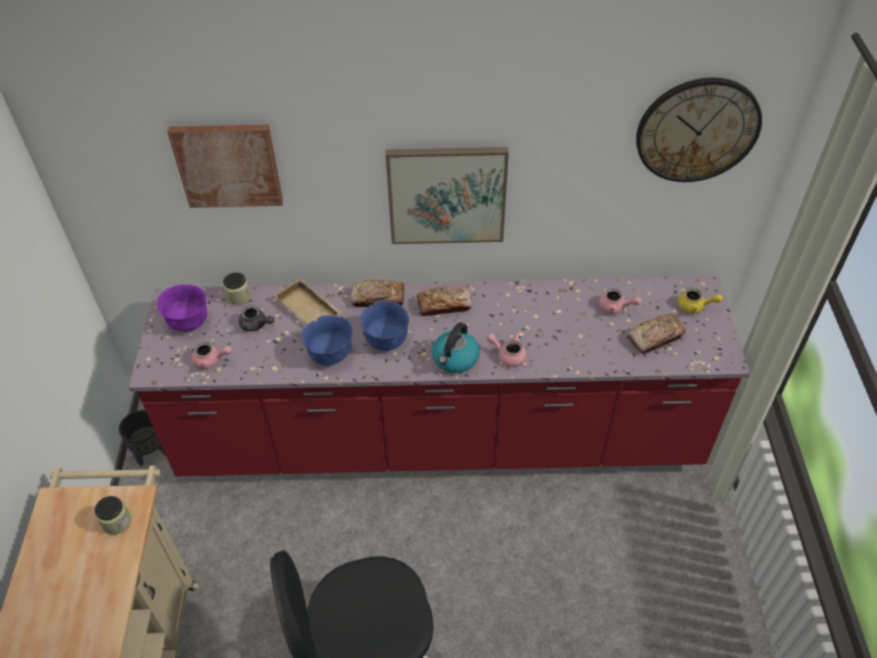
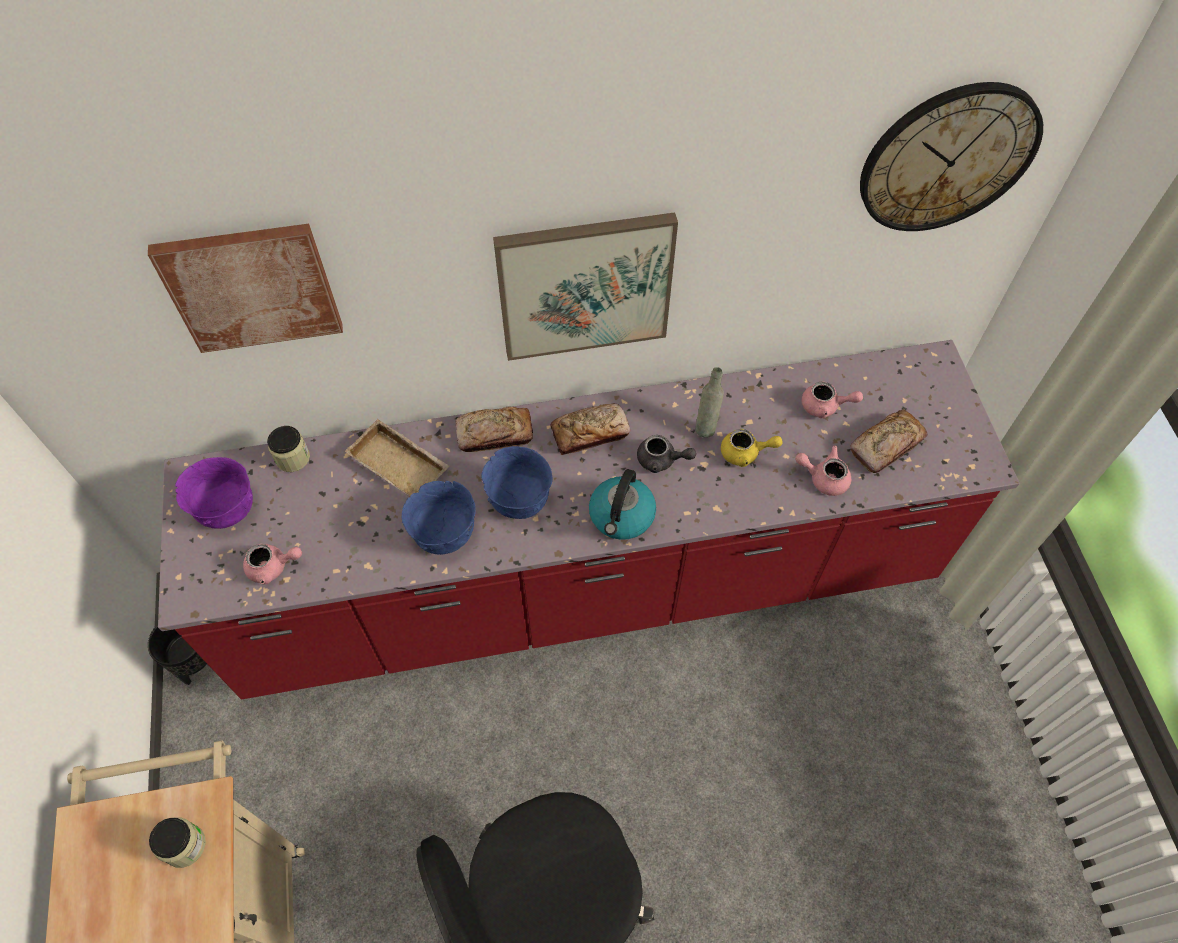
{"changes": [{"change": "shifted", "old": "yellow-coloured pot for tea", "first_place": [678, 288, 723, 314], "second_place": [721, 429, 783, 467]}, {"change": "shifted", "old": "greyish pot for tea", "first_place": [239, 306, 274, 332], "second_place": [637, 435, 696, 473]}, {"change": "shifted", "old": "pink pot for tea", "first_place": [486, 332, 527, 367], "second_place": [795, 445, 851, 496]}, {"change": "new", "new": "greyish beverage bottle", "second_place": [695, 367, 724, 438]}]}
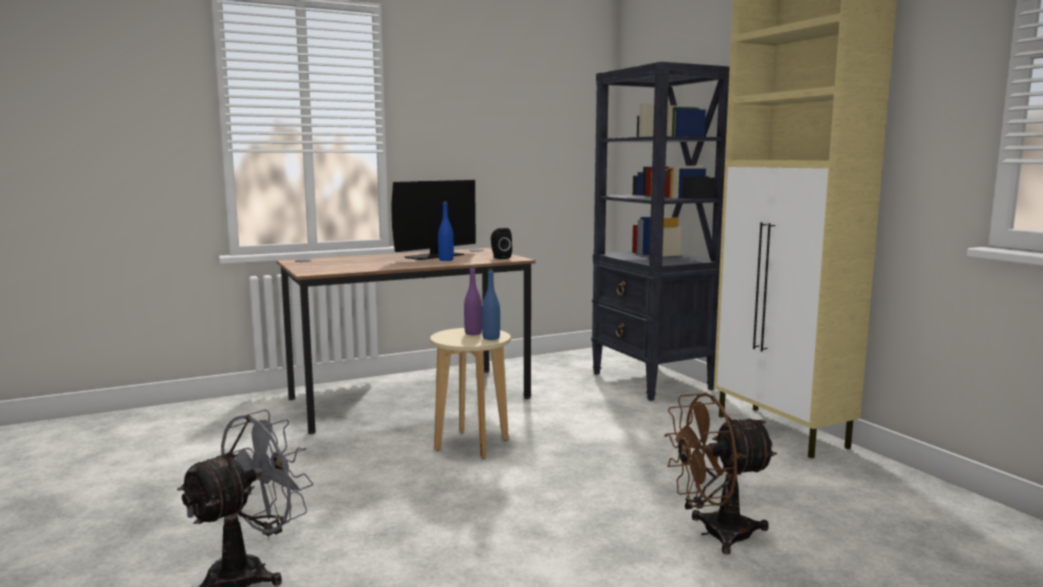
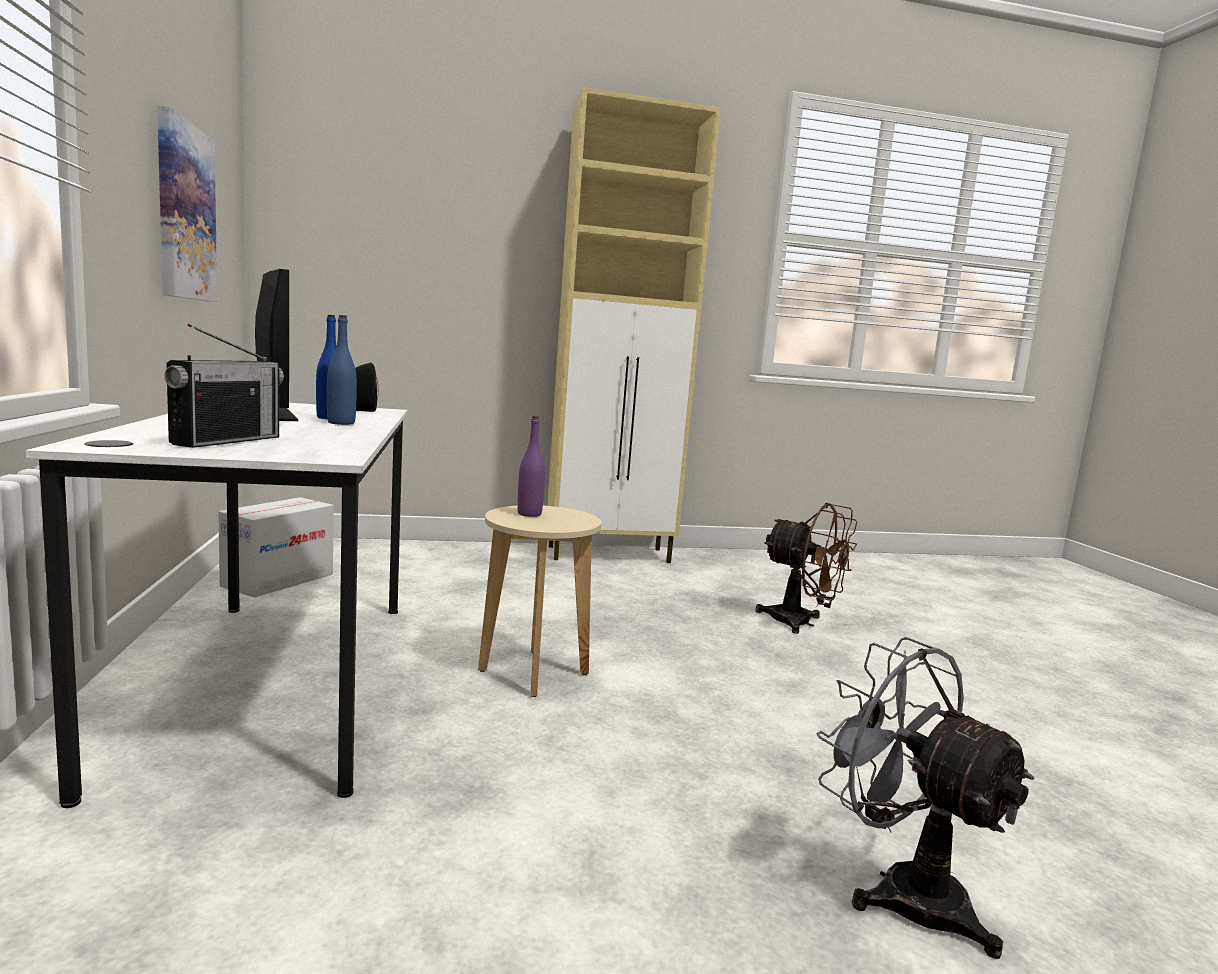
{"changes": [{"change": "gone", "old": "blackish bookshelf", "first_place": [591, 62, 730, 401]}, {"change": "repainted", "old": "brown-coloured desk unit", "new": "white desk unit", "first_place": [276, 248, 536, 434], "second_place": [25, 403, 408, 808]}, {"change": "shifted", "old": "blue beverage bottle", "first_place": [482, 269, 500, 340], "second_place": [327, 315, 357, 425]}, {"change": "rotated", "old": "brown-coloured fan", "first_place": [664, 393, 777, 554], "second_place": [755, 503, 857, 634], "degrees": -60}, {"change": "new", "new": "wall art", "second_place": [157, 105, 217, 302]}, {"change": "new", "new": "radio", "second_place": [164, 324, 284, 448]}, {"change": "new", "new": "cardboard box", "second_place": [218, 497, 334, 598]}]}
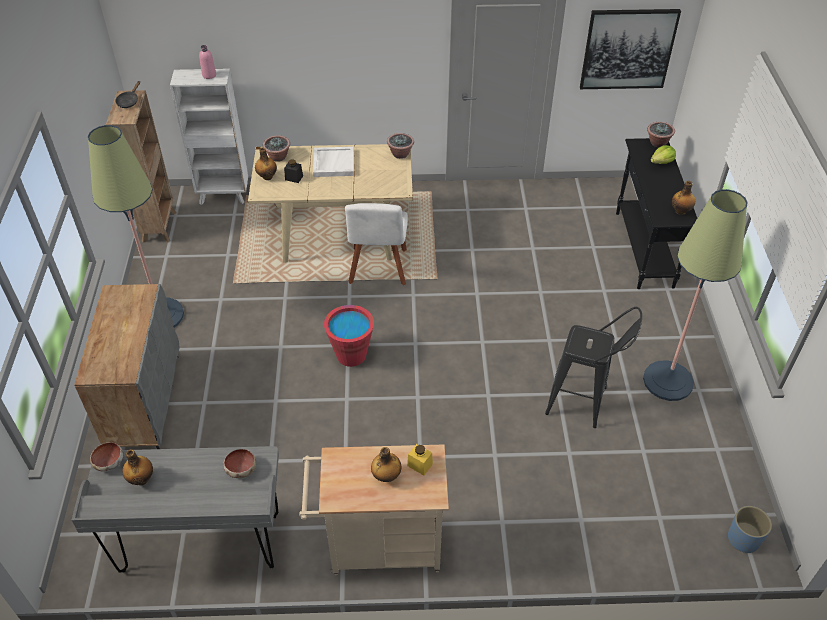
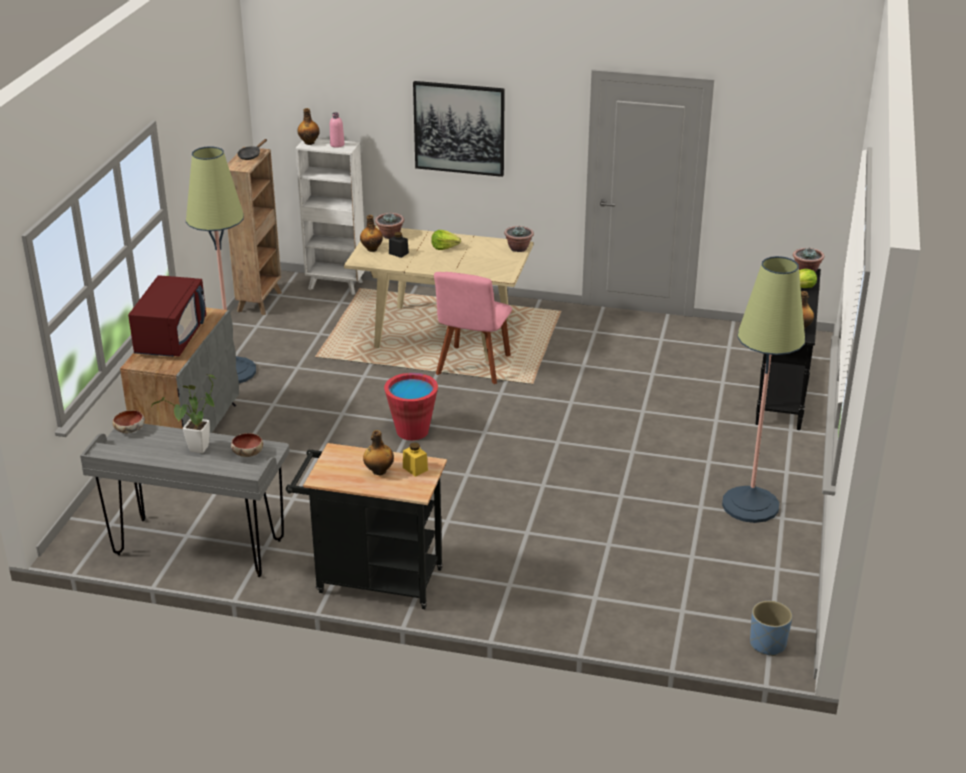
{"changes": [{"change": "shifted", "old": "wall art", "first_place": [580, 9, 681, 89], "second_place": [413, 81, 505, 177]}, {"change": "swapped", "old": "white carrying tray", "new": "lettuce head", "first_place": [313, 147, 354, 177], "second_place": [431, 230, 461, 250]}, {"change": "repainted", "old": "white chair", "new": "pink chair", "first_place": [345, 203, 408, 285], "second_place": [434, 272, 512, 384]}, {"change": "gone", "old": "blackish sitting stool", "first_place": [545, 307, 642, 428]}, {"change": "repainted", "old": "beige trolley", "new": "blackish trolley", "first_place": [299, 445, 449, 575], "second_place": [286, 443, 447, 609]}, {"change": "shifted", "old": "beverage bottle", "first_place": [122, 449, 153, 485], "second_place": [298, 108, 320, 145]}, {"change": "new", "new": "reddish kitchen microwave", "second_place": [128, 275, 206, 357]}, {"change": "new", "new": "houseplant", "second_place": [151, 375, 216, 453]}]}
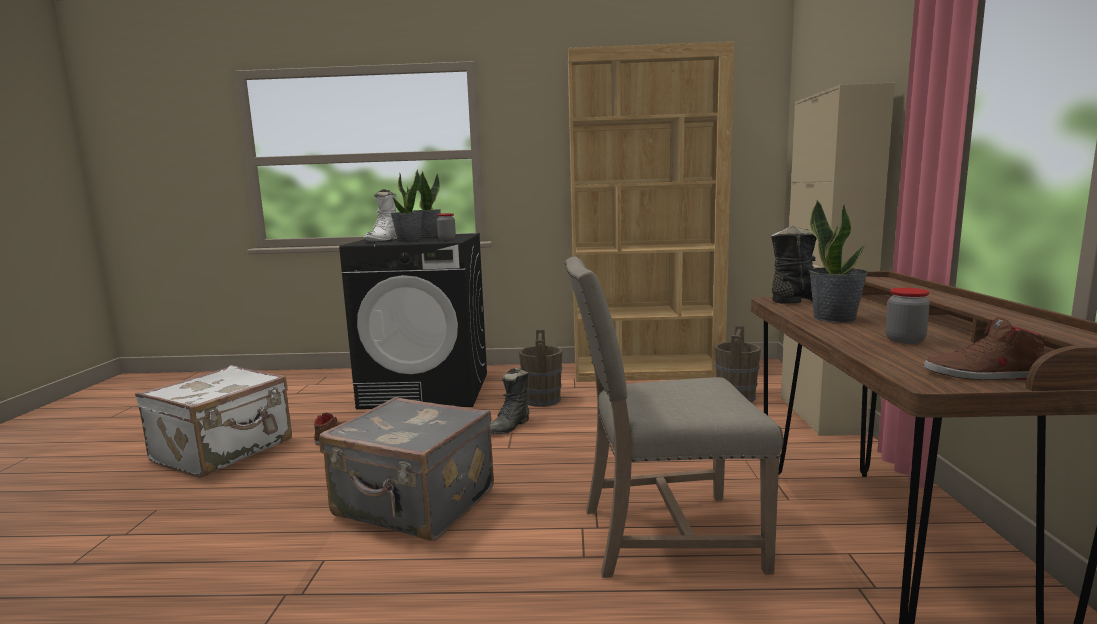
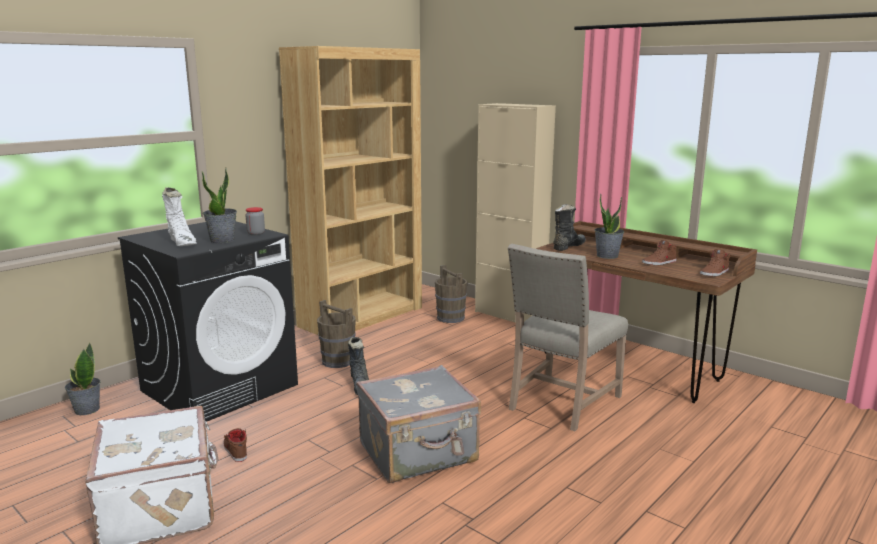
{"changes": [{"change": "shifted", "old": "houseplant", "first_place": [413, 171, 441, 237], "second_place": [65, 343, 101, 415]}, {"change": "swapped", "old": "preserve jar", "new": "brown-coloured shoe", "first_place": [886, 288, 930, 344], "second_place": [642, 240, 677, 265]}]}
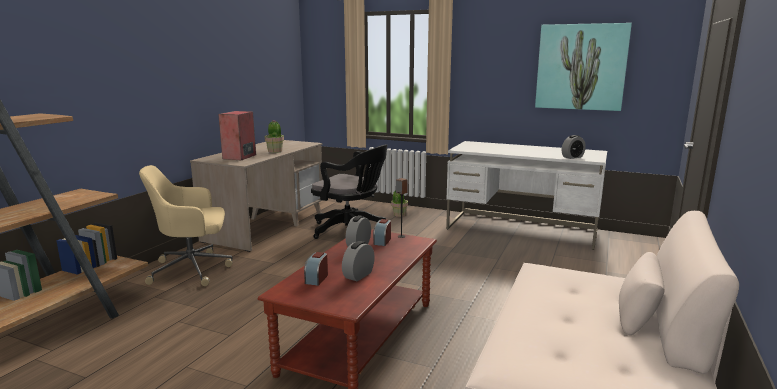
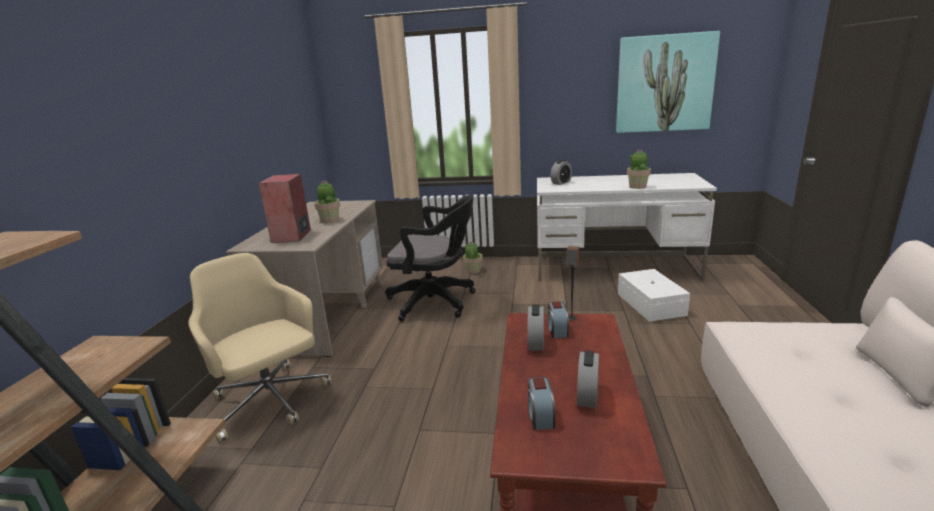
{"changes": [{"change": "shifted", "old": "table clock", "first_place": [562, 135, 586, 159], "second_place": [551, 160, 572, 185]}, {"change": "rotated", "old": "beige desk chair", "first_place": [139, 165, 233, 286], "second_place": [189, 253, 332, 444], "degrees": 75}, {"change": "new", "new": "houseplant", "second_place": [627, 149, 651, 189]}, {"change": "new", "new": "white storage container", "second_place": [618, 269, 690, 322]}]}
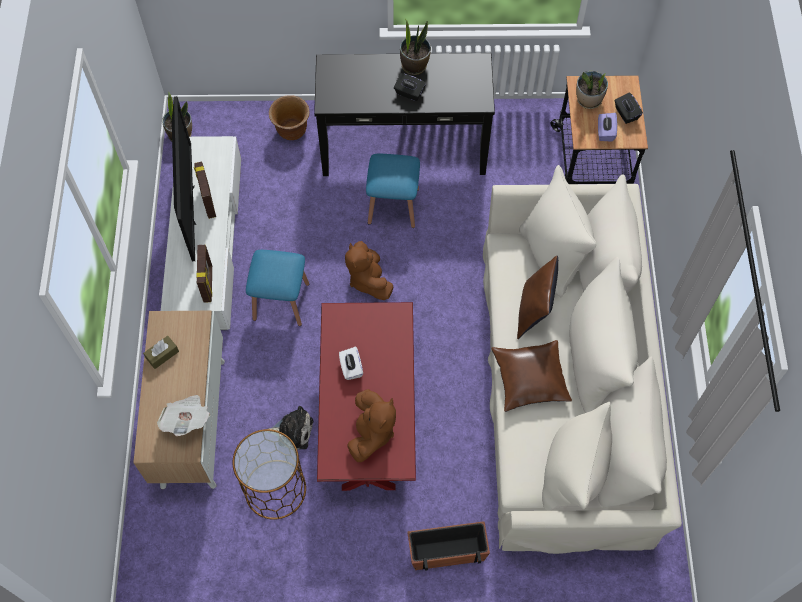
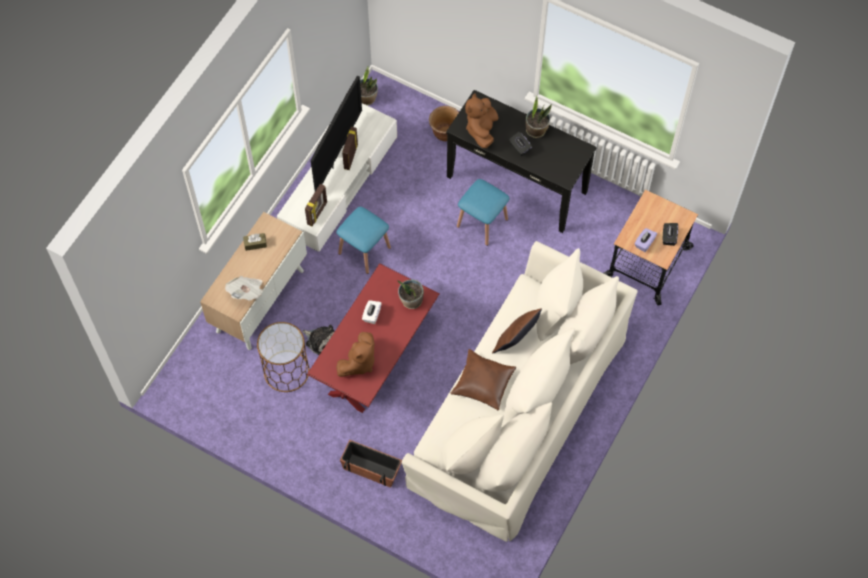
{"changes": [{"change": "shifted", "old": "houseplant", "first_place": [576, 71, 608, 109], "second_place": [398, 279, 424, 309]}, {"change": "shifted", "old": "brown-coloured soft toy", "first_place": [345, 241, 393, 300], "second_place": [465, 93, 499, 148]}]}
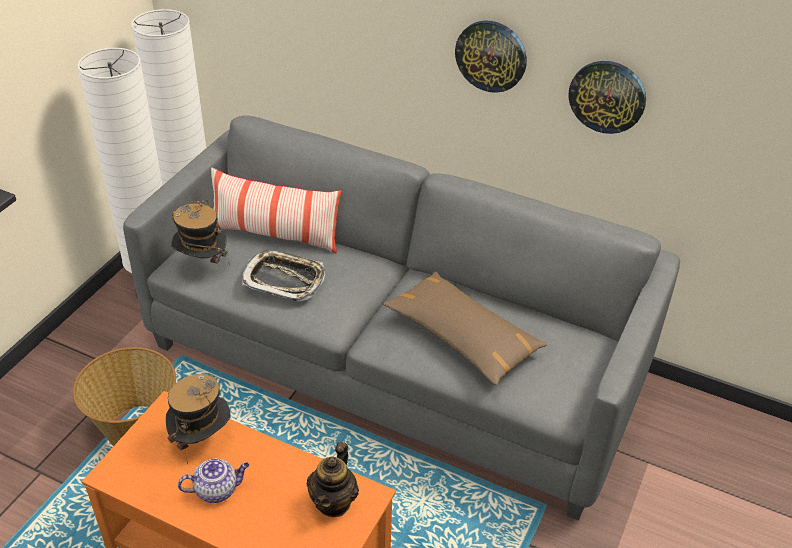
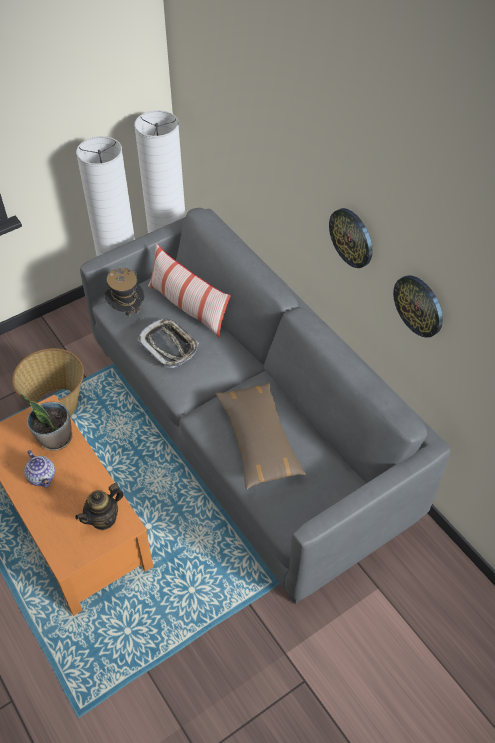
{"changes": [{"change": "swapped", "old": "hat", "new": "houseplant", "first_place": [166, 374, 231, 464], "second_place": [21, 394, 72, 451]}, {"change": "rotated", "old": "pot for tea", "first_place": [178, 459, 249, 503], "second_place": [24, 450, 55, 487], "degrees": 45}]}
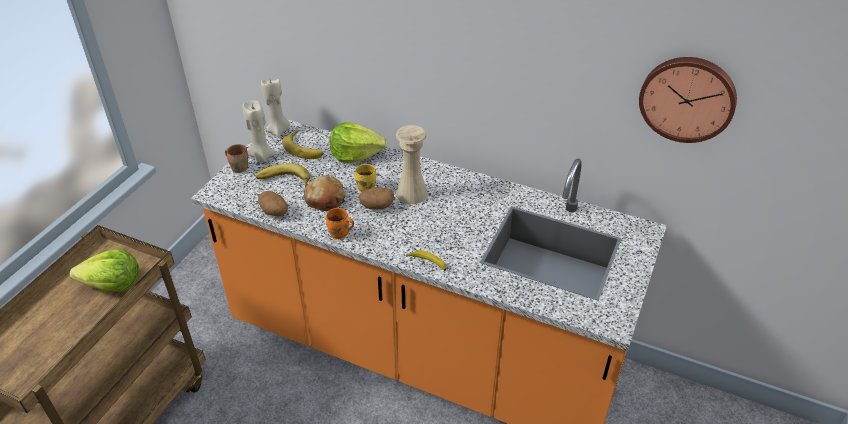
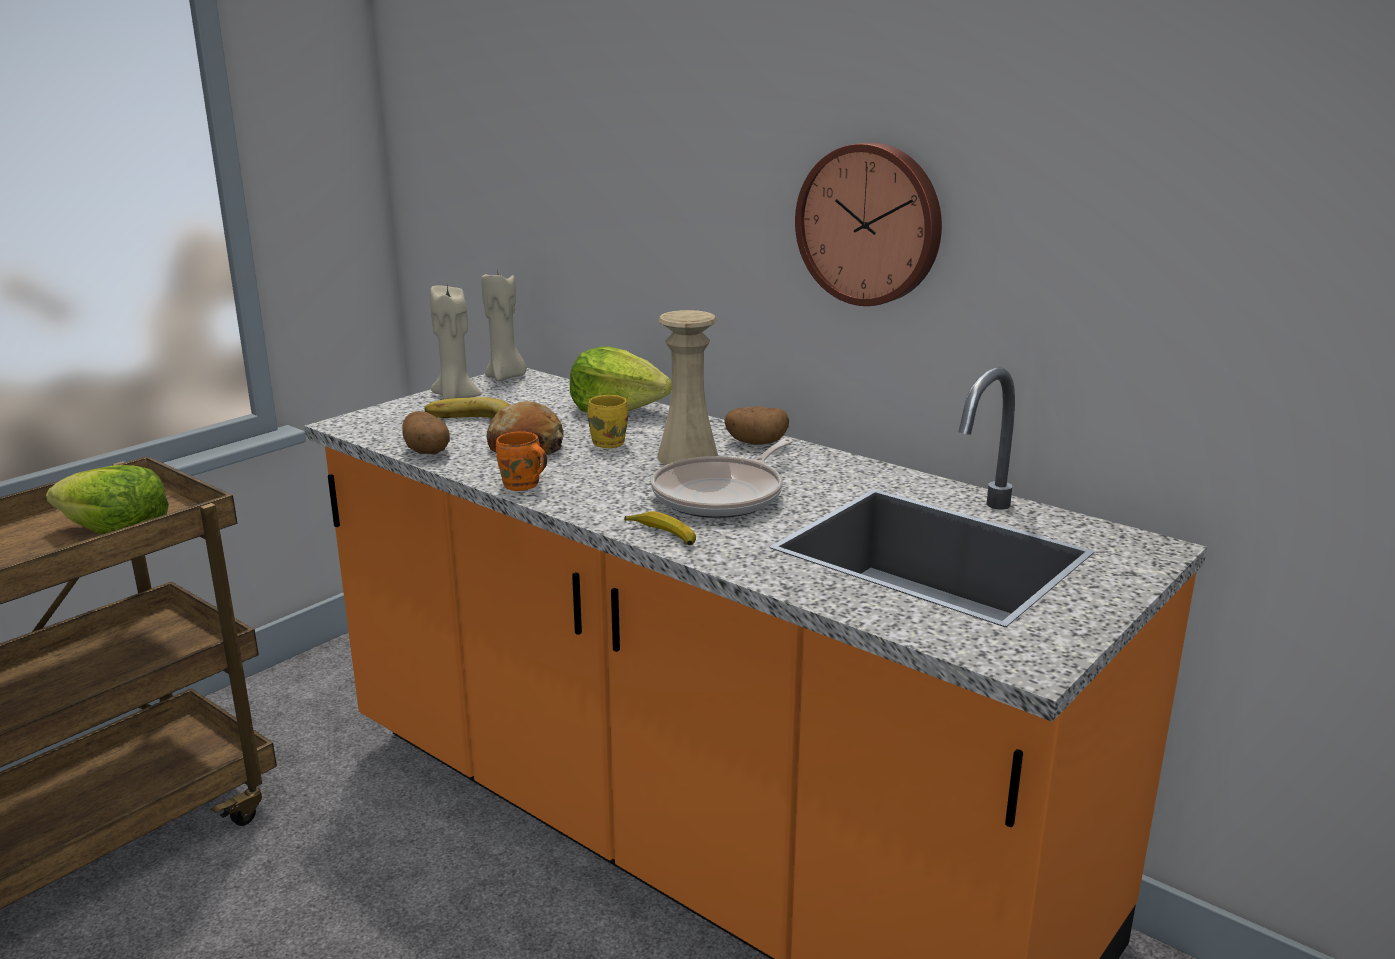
{"changes": [{"change": "shifted", "old": "hanging clock", "first_place": [639, 57, 737, 143], "second_place": [795, 142, 942, 306]}, {"change": "gone", "old": "banana fruit", "first_place": [282, 130, 324, 159]}, {"change": "gone", "old": "brown-coloured mug", "first_place": [225, 144, 248, 173]}, {"change": "shifted", "old": "spud", "first_place": [359, 187, 394, 210], "second_place": [725, 406, 789, 445]}, {"change": "new", "new": "pan", "second_place": [651, 439, 793, 518]}]}
